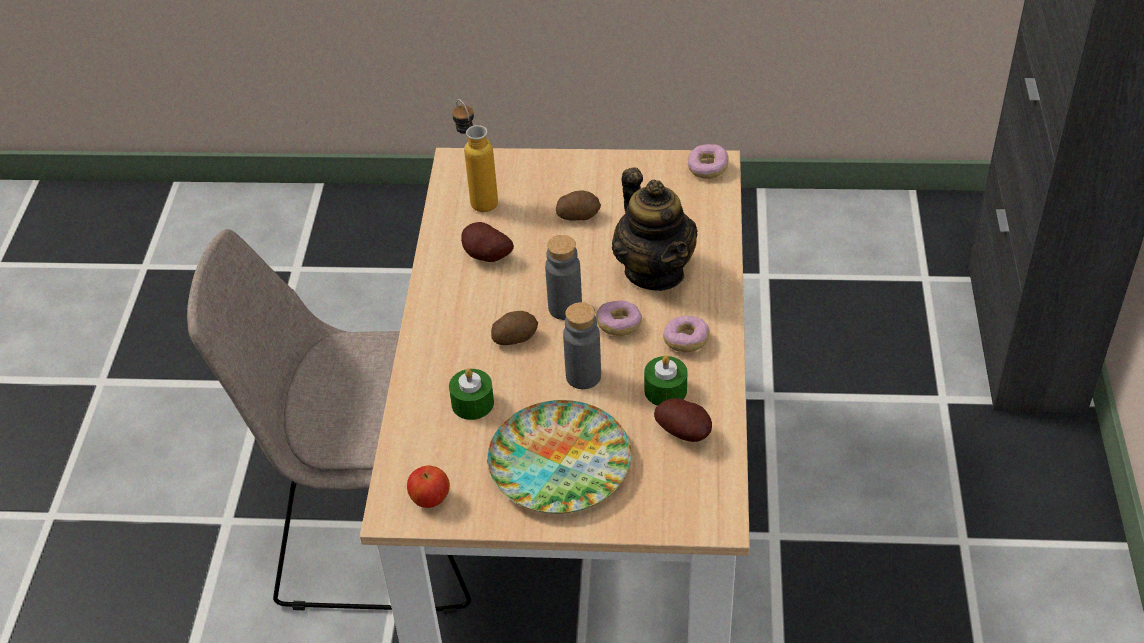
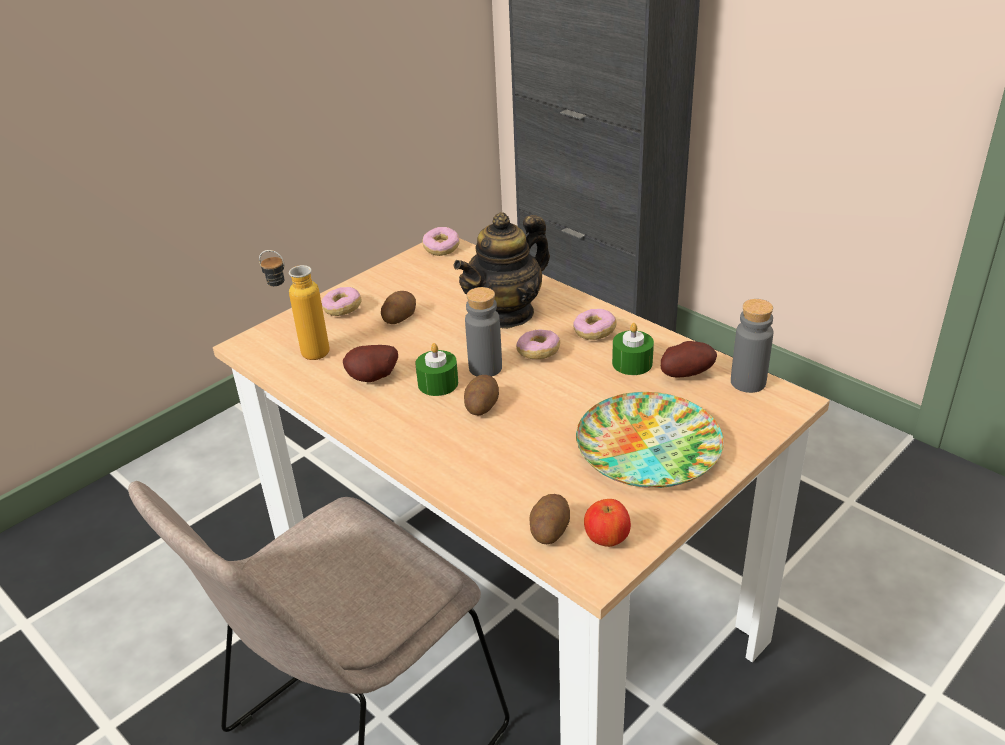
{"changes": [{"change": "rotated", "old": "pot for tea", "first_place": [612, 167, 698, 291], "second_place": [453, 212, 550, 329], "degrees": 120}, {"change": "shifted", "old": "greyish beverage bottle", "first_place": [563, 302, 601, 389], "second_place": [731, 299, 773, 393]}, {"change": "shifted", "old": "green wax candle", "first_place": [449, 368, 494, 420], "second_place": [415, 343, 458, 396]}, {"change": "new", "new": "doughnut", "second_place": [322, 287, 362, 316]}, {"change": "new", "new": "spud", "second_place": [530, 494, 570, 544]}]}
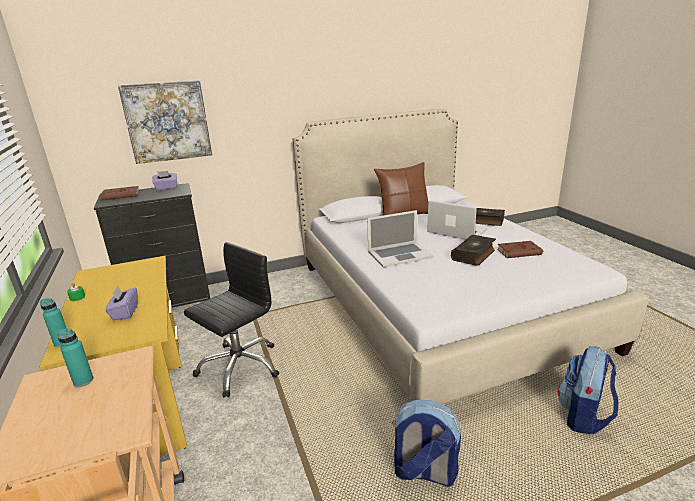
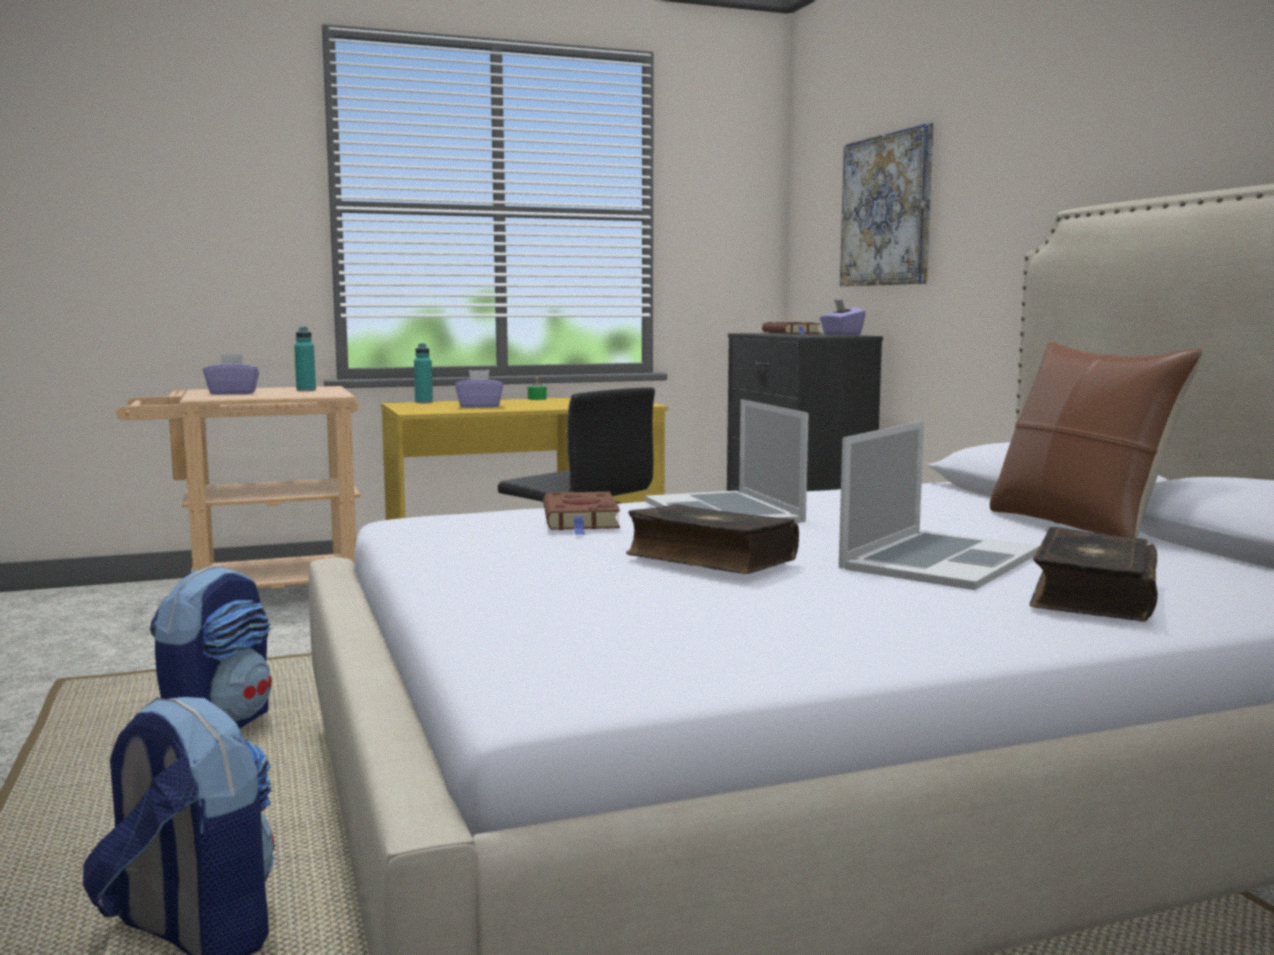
{"changes": [{"change": "shifted", "old": "brown-coloured bound book", "first_place": [497, 241, 544, 258], "second_place": [543, 492, 620, 535]}, {"change": "new", "new": "purple box of tissues", "second_place": [203, 354, 259, 395]}]}
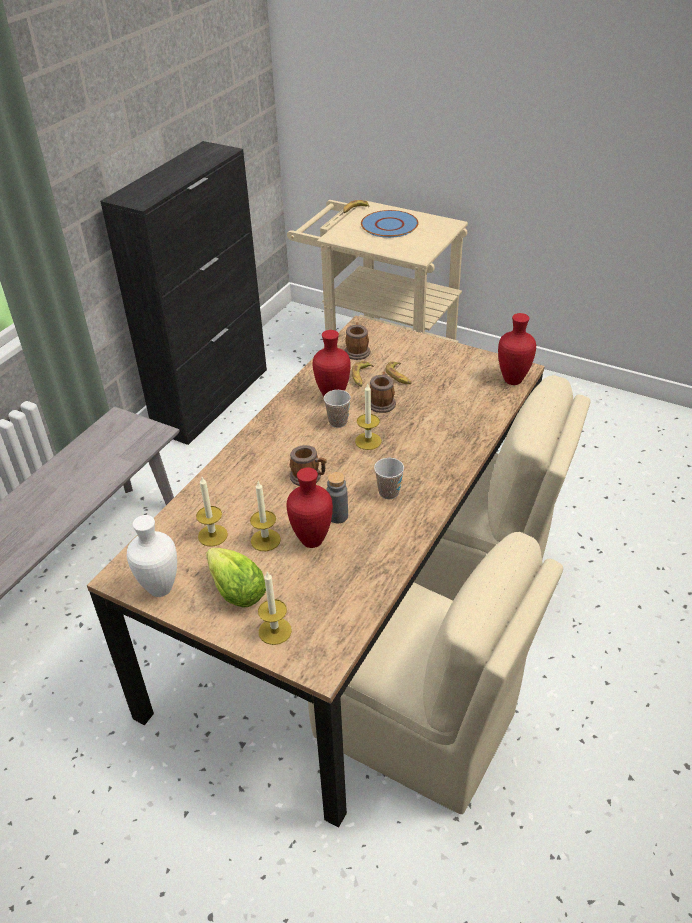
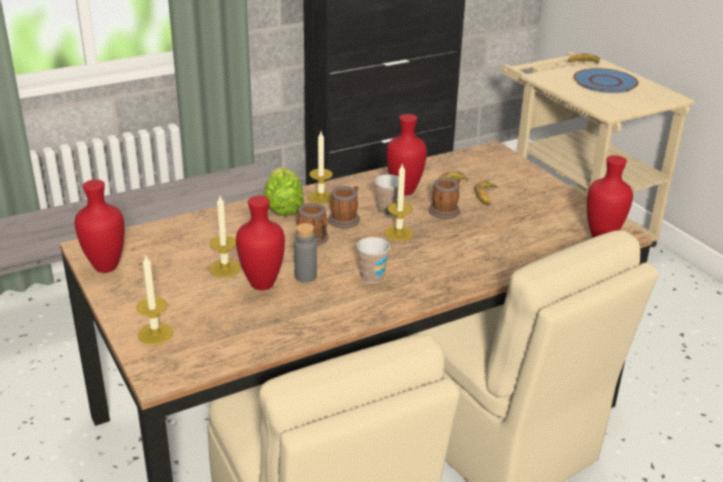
{"changes": [{"change": "shifted", "old": "mug", "first_place": [344, 322, 370, 360], "second_place": [328, 186, 360, 228]}, {"change": "shifted", "old": "wax candle", "first_place": [196, 477, 228, 547], "second_place": [308, 132, 333, 204]}, {"change": "repainted", "old": "white decorative vase", "new": "reddish decorative vase", "first_place": [127, 515, 177, 597], "second_place": [74, 180, 124, 273]}, {"change": "shifted", "old": "lettuce head", "first_place": [206, 547, 266, 607], "second_place": [264, 167, 304, 216]}]}
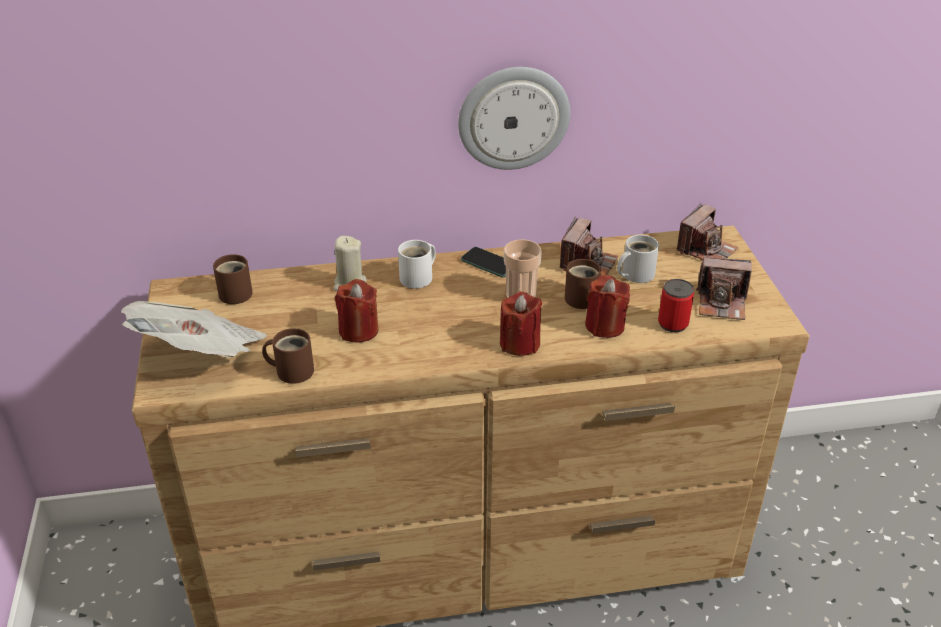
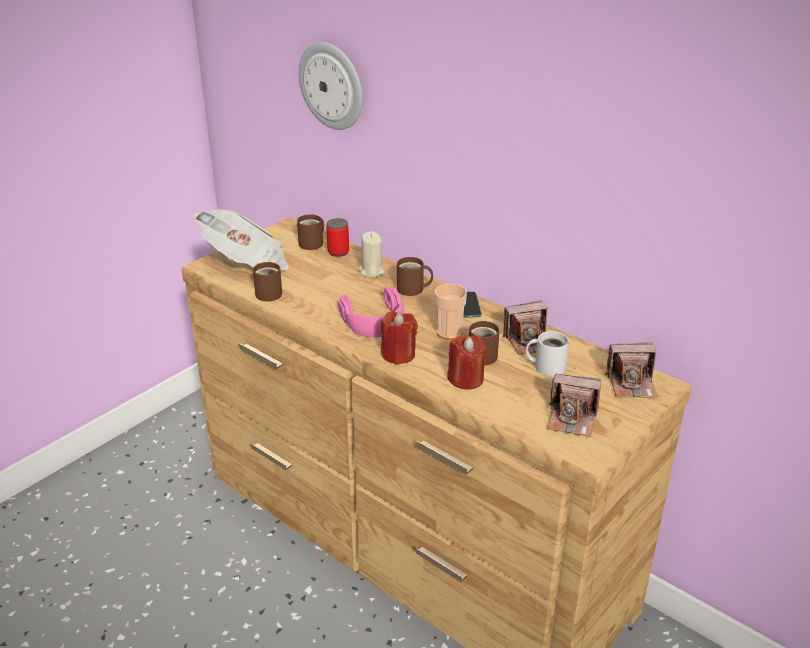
{"changes": [{"change": "shifted", "old": "hanging clock", "first_place": [458, 67, 570, 170], "second_place": [299, 42, 363, 130]}, {"change": "repainted", "old": "white mug", "new": "brown-coloured mug", "first_place": [398, 240, 436, 289], "second_place": [397, 257, 433, 296]}, {"change": "rotated", "old": "still camera", "first_place": [696, 258, 752, 320], "second_place": [547, 374, 601, 437], "degrees": -45}, {"change": "gone", "old": "reddish wax candle", "first_place": [335, 279, 378, 343]}, {"change": "shifted", "old": "can", "first_place": [658, 279, 694, 332], "second_place": [326, 218, 349, 257]}, {"change": "new", "new": "pink pair of headphones", "second_place": [338, 287, 405, 337]}]}
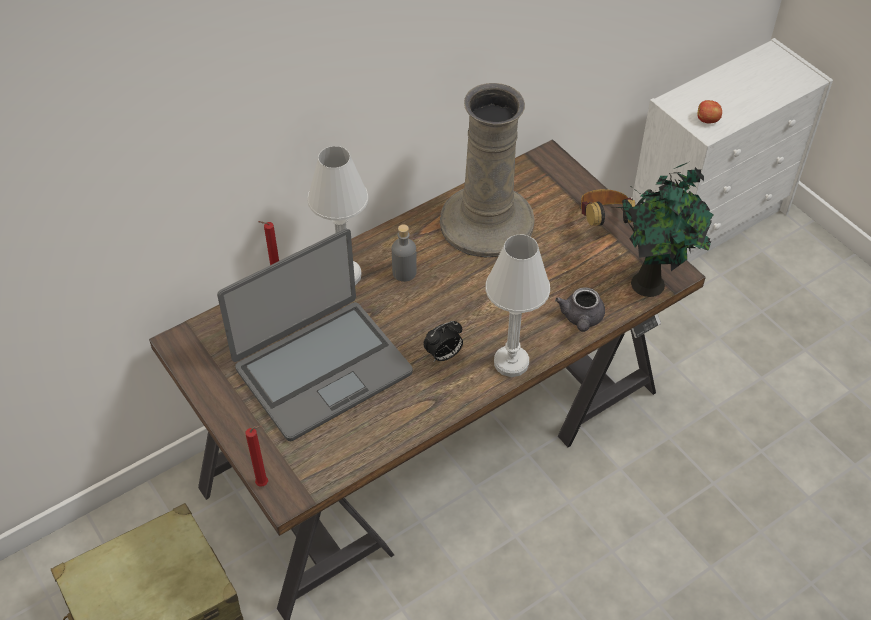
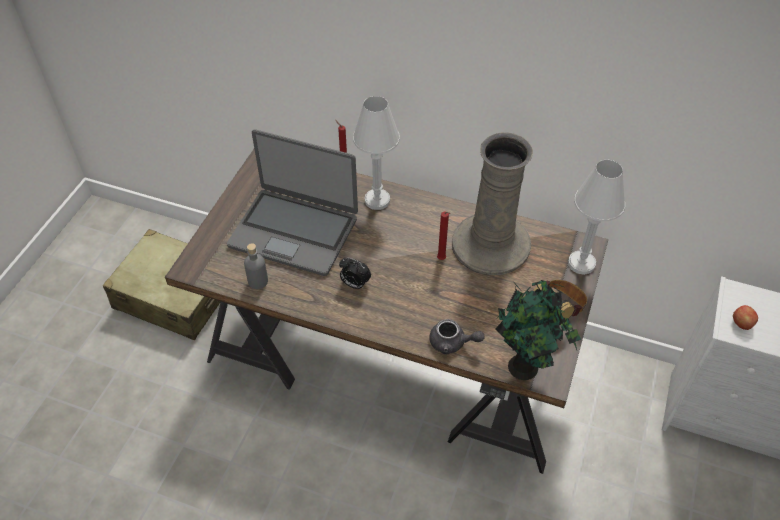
{"changes": [{"change": "shifted", "old": "greyish beverage bottle", "first_place": [392, 224, 417, 282], "second_place": [244, 243, 268, 289]}, {"change": "shifted", "old": "white table lamp", "first_place": [485, 234, 550, 377], "second_place": [568, 160, 625, 275]}, {"change": "rotated", "old": "greyish pot for tea", "first_place": [555, 287, 605, 332], "second_place": [429, 319, 485, 355], "degrees": -135}, {"change": "shifted", "old": "reddish wax candle", "first_place": [245, 426, 268, 487], "second_place": [437, 212, 450, 260]}]}
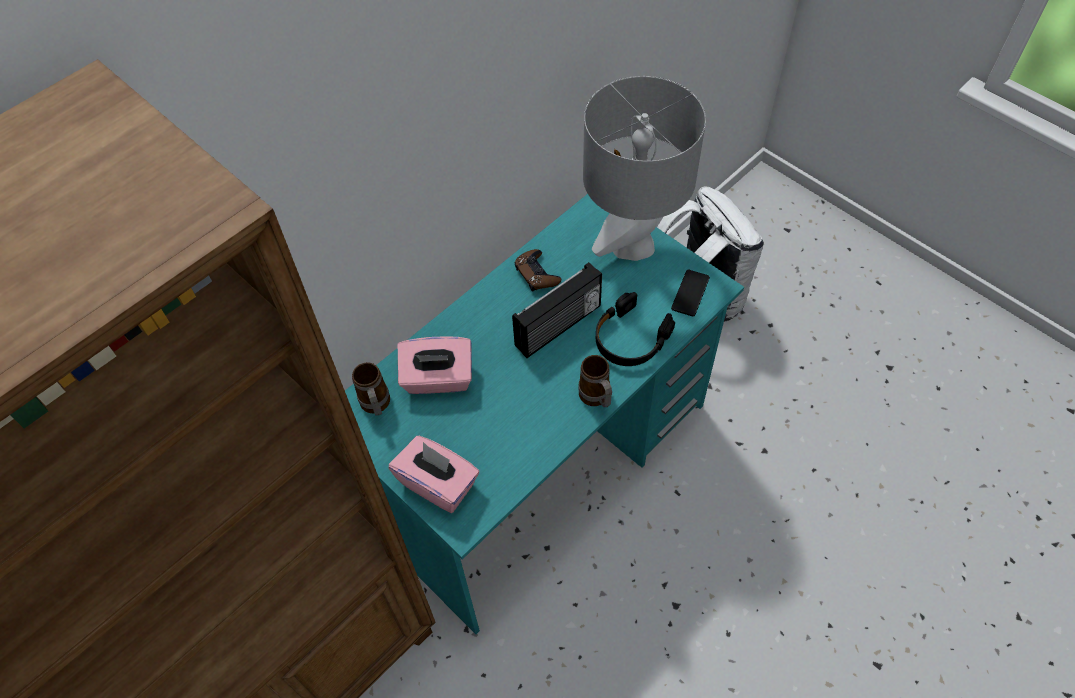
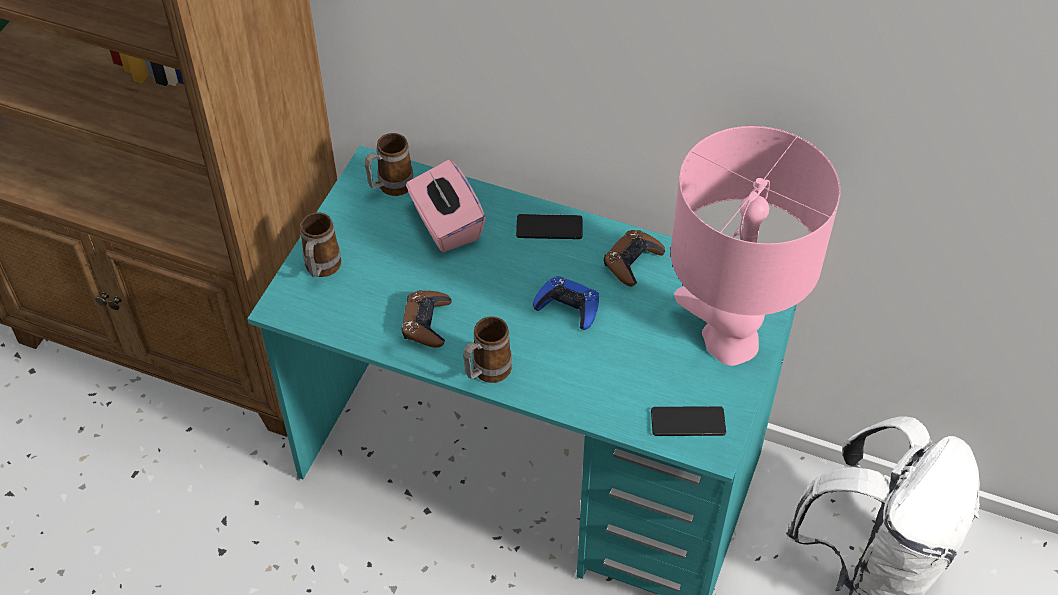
{"changes": [{"change": "repainted", "old": "greyish table lamp", "new": "pink table lamp", "first_place": [583, 76, 706, 261], "second_place": [671, 126, 840, 366]}, {"change": "swapped", "old": "radio", "new": "blue game controller", "first_place": [512, 262, 602, 358], "second_place": [533, 276, 599, 330]}, {"change": "gone", "old": "blackish pair of headphones", "first_place": [596, 292, 675, 366]}, {"change": "swapped", "old": "pink box of tissues", "new": "mug", "first_place": [388, 436, 479, 513], "second_place": [300, 212, 341, 277]}, {"change": "new", "new": "handset", "second_place": [516, 214, 583, 239]}, {"change": "new", "new": "brown-coloured game controller", "second_place": [401, 290, 451, 348]}]}
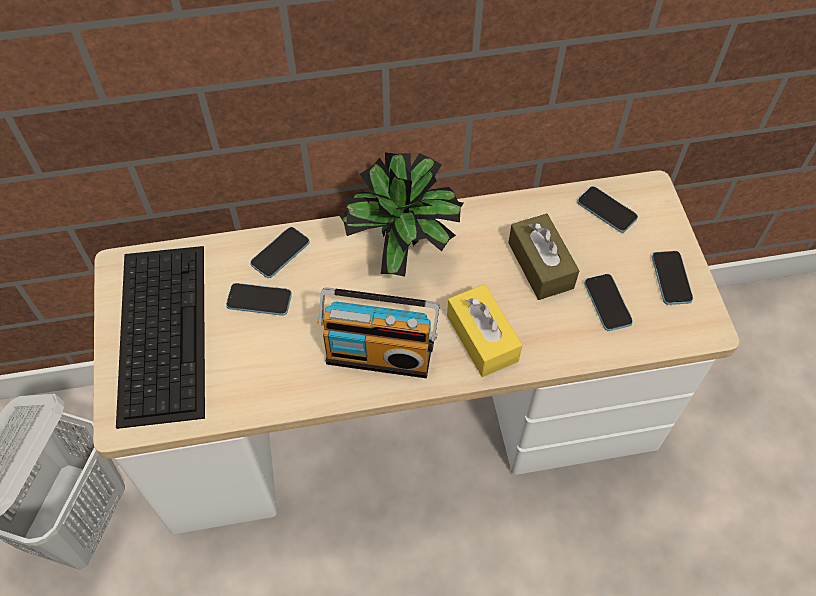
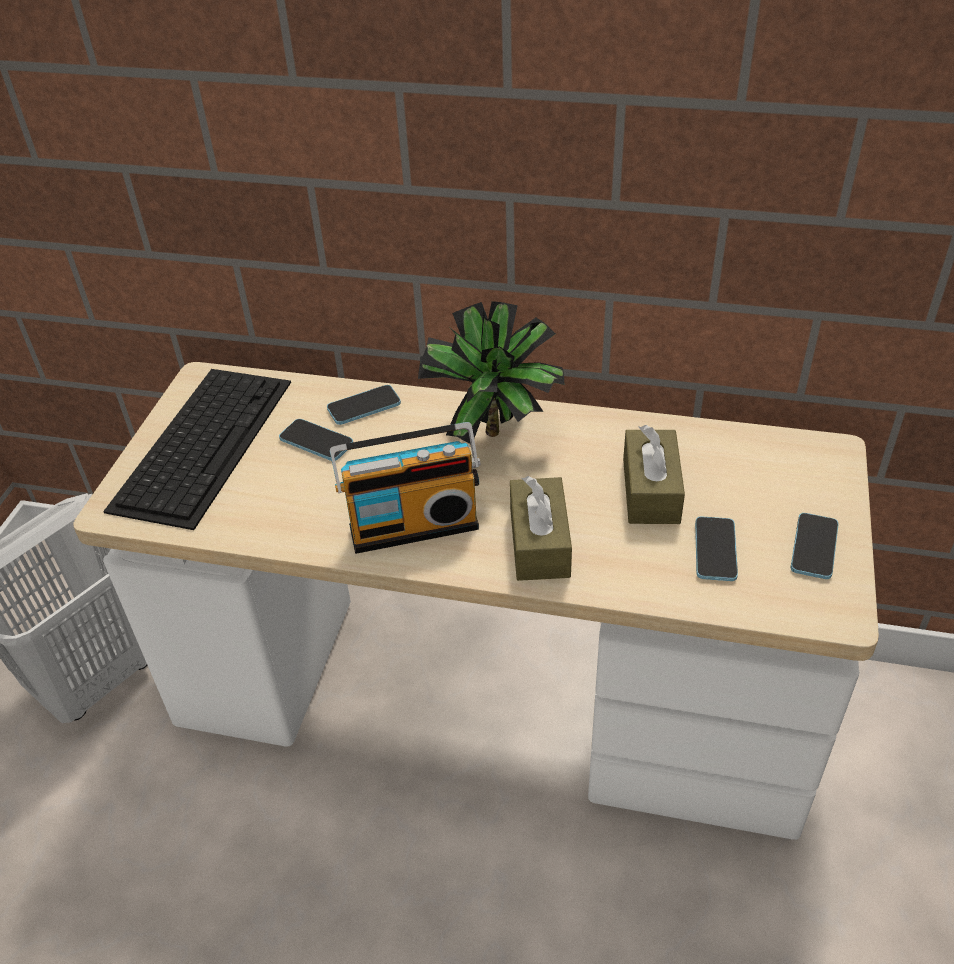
{"changes": [{"change": "gone", "old": "handset", "first_place": [577, 186, 638, 233]}, {"change": "repainted", "old": "yellow-coloured box of tissues", "new": "brown-coloured box of tissues", "first_place": [447, 284, 522, 377], "second_place": [510, 476, 572, 581]}, {"change": "rotated", "old": "radio", "first_place": [317, 287, 440, 378], "second_place": [330, 422, 480, 554], "degrees": -45}]}
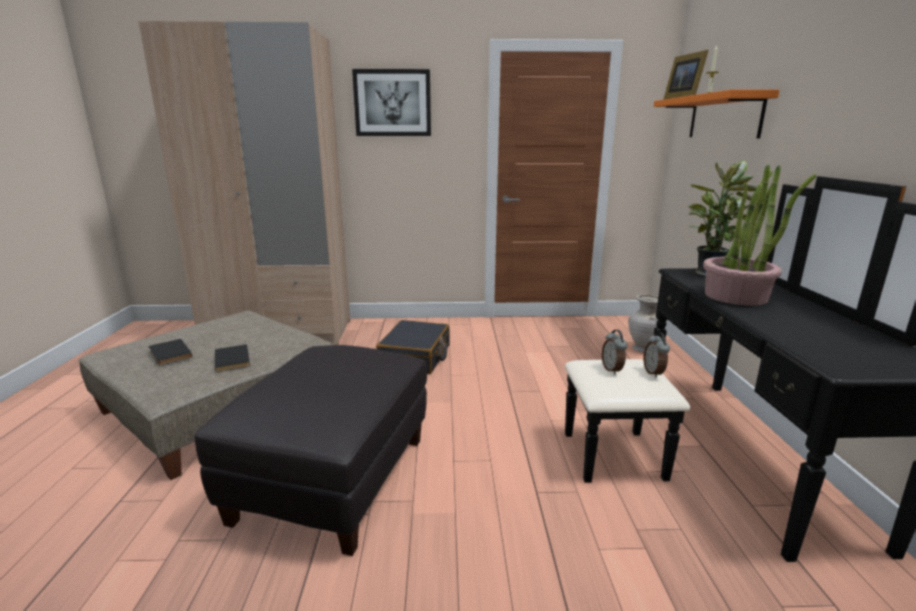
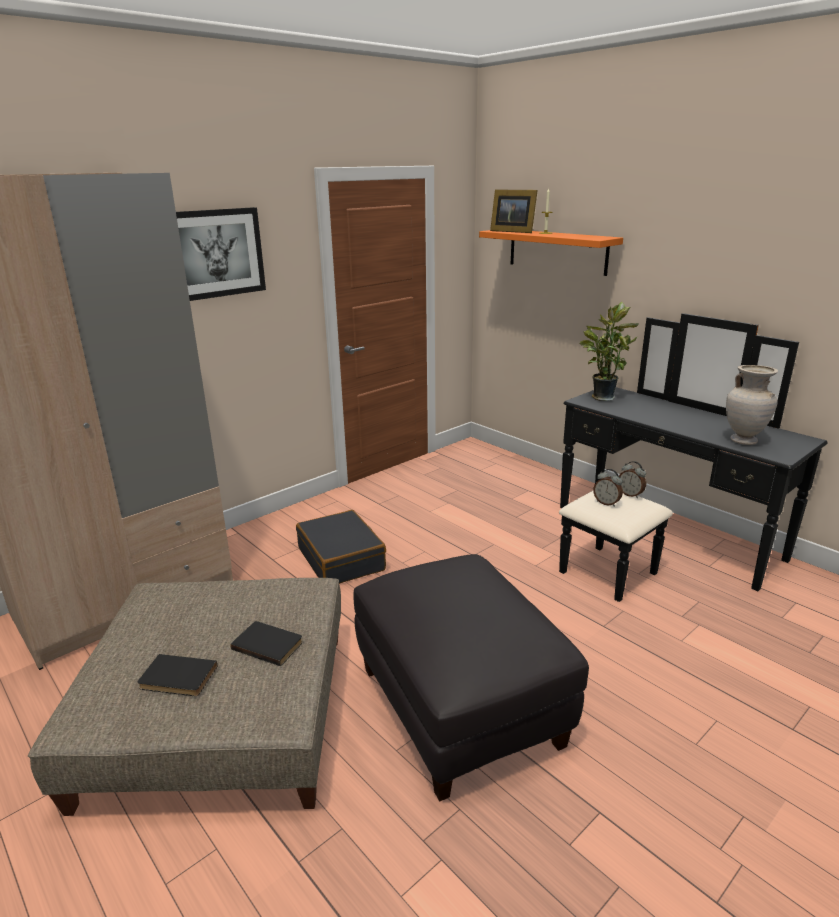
{"changes": [{"change": "gone", "old": "houseplant", "first_place": [703, 165, 817, 306]}, {"change": "shifted", "old": "beige decorative vase", "first_place": [629, 295, 658, 353], "second_place": [726, 365, 778, 445]}]}
